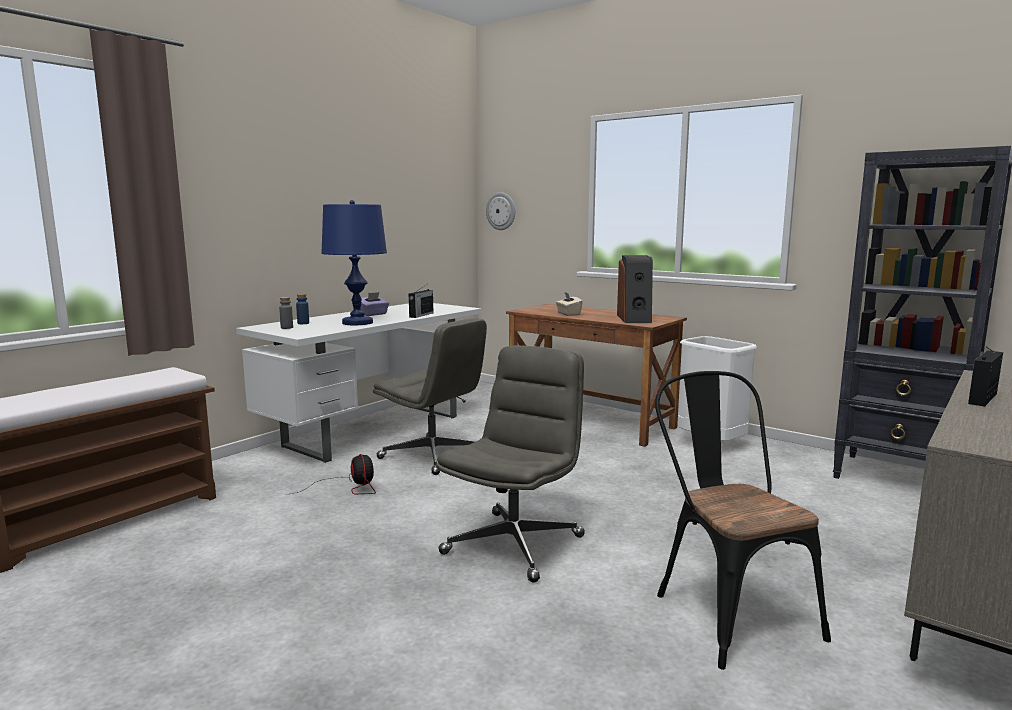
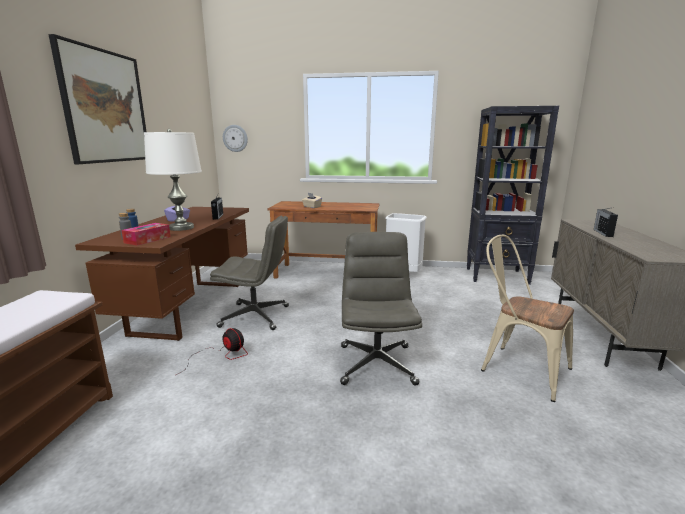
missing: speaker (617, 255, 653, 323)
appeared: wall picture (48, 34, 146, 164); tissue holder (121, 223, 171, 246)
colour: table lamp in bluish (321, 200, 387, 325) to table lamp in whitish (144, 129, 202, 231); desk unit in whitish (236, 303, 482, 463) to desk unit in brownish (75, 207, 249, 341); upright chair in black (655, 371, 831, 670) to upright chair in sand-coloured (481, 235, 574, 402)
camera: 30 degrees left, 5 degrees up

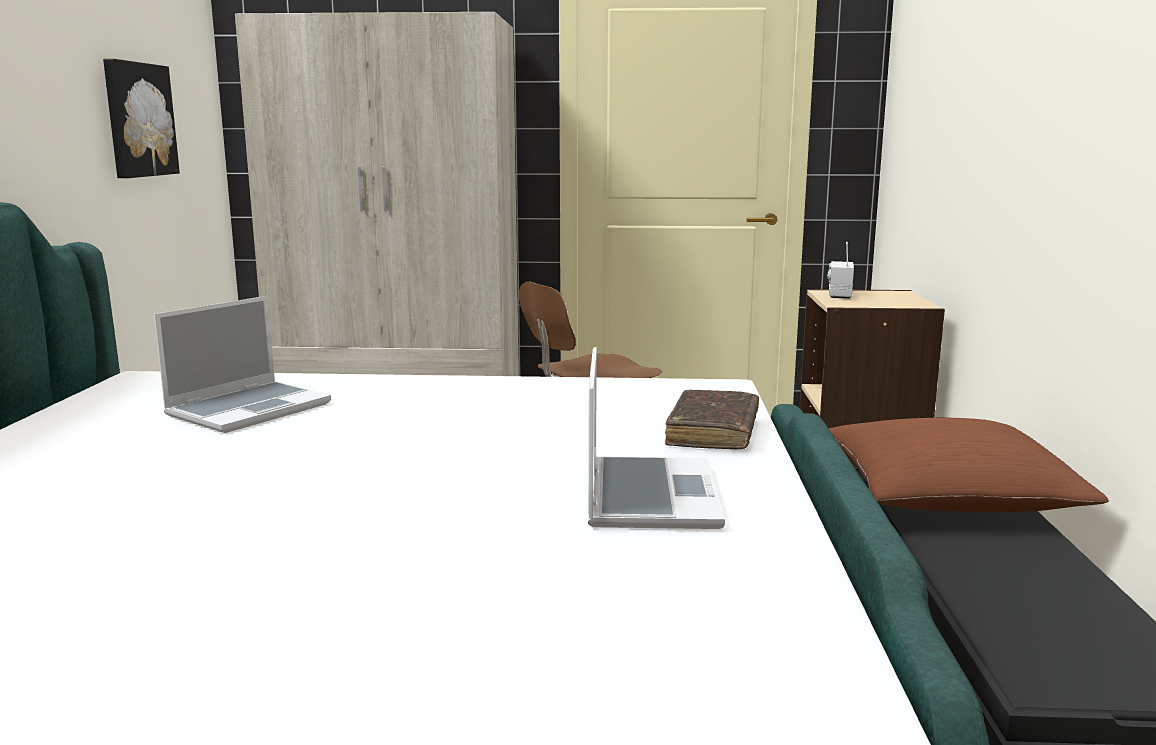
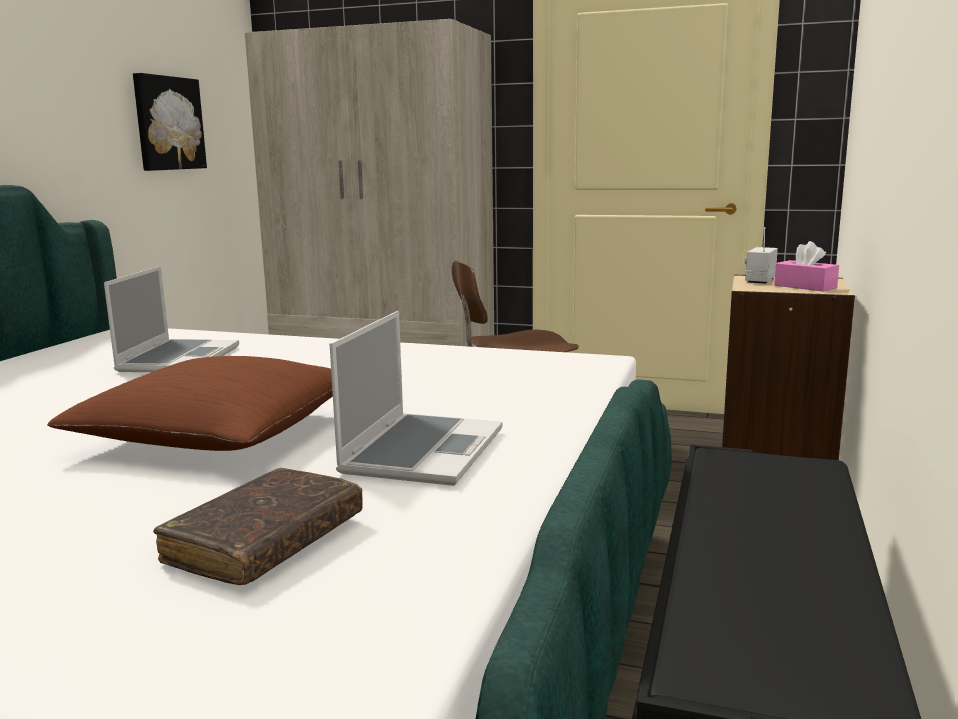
appeared: tissue holder in pinkish (774, 241, 839, 292)
relocated: bound book in brownish (665, 389, 759, 450) to (153, 468, 363, 585); throw pillow in brownish (829, 418, 1109, 512) to (47, 356, 333, 451)
spun: notebook computer (154, 296, 331, 433) = (104, 266, 239, 372) 45 degrees counterclockwise
camera: 15 degrees right, 0 degrees up

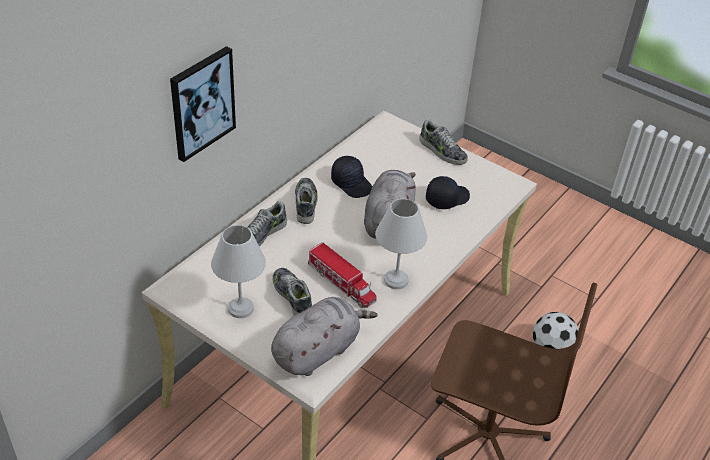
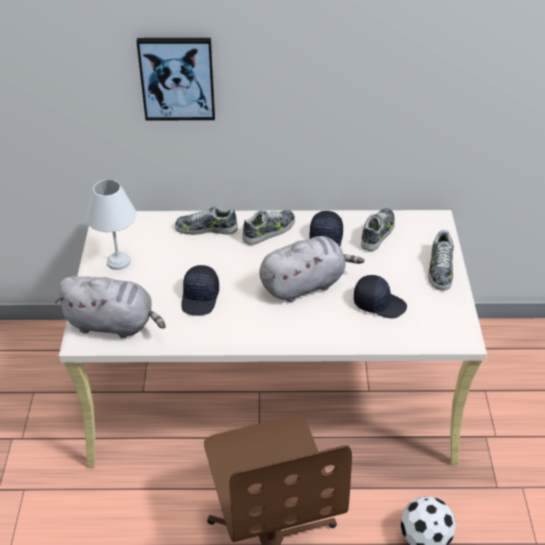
missing: table lamp in whitish (375, 198, 427, 289)
relocated: low shoe (273, 268, 312, 316) to (361, 208, 395, 251)
exchanged: toy truck (308, 242, 377, 308) to baseball cap in black (181, 265, 219, 316)
camera: 55 degrees right, 0 degrees up

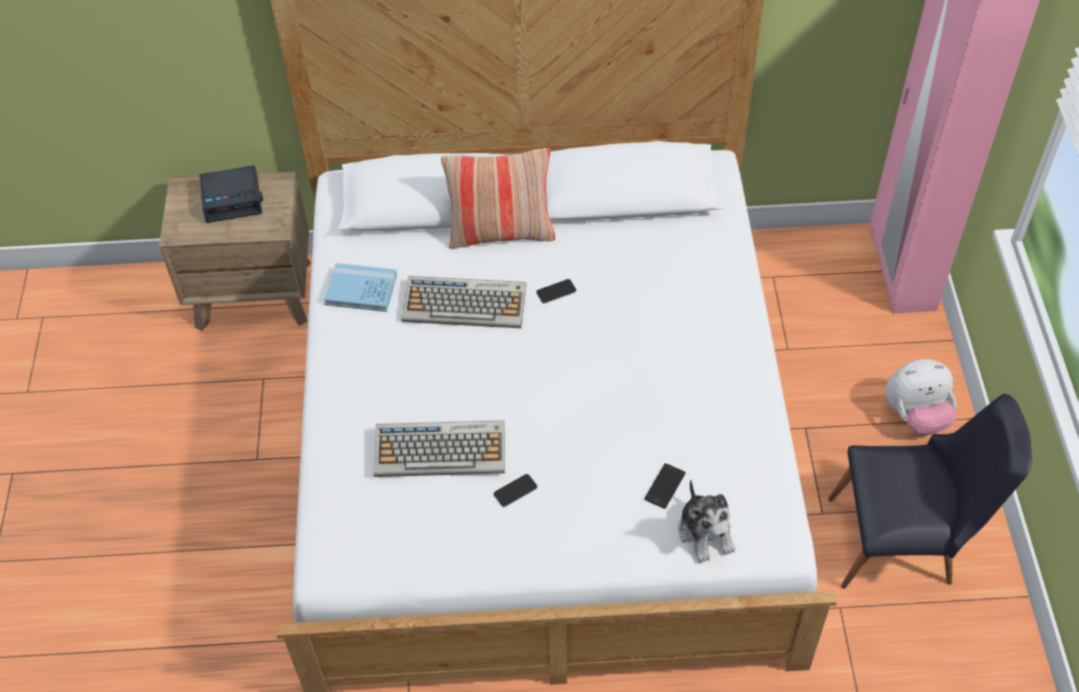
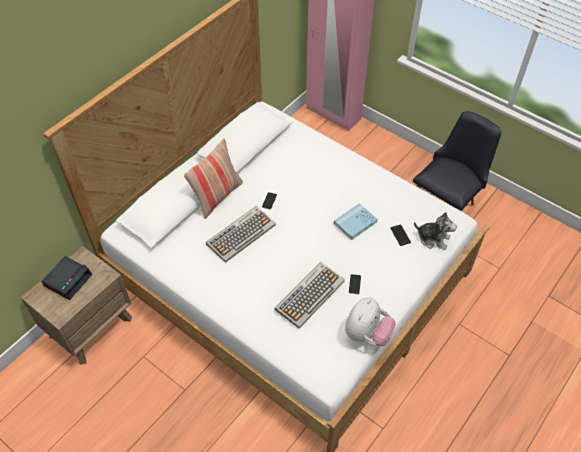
relocated: bound book in bluish (324, 263, 397, 312) to (334, 203, 378, 240); plush toy (886, 359, 956, 435) to (345, 298, 396, 346)
camera: 50 degrees left, 0 degrees up

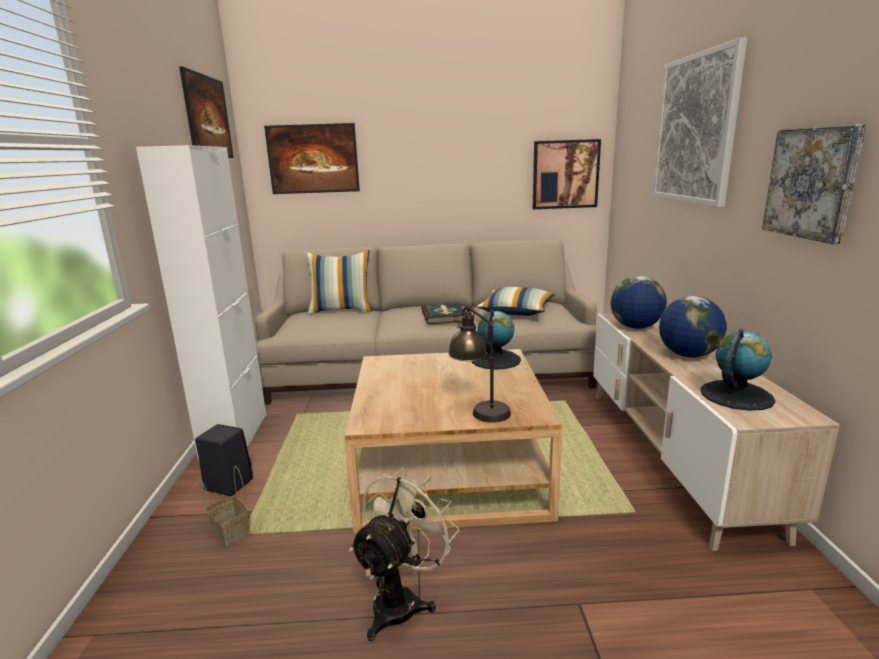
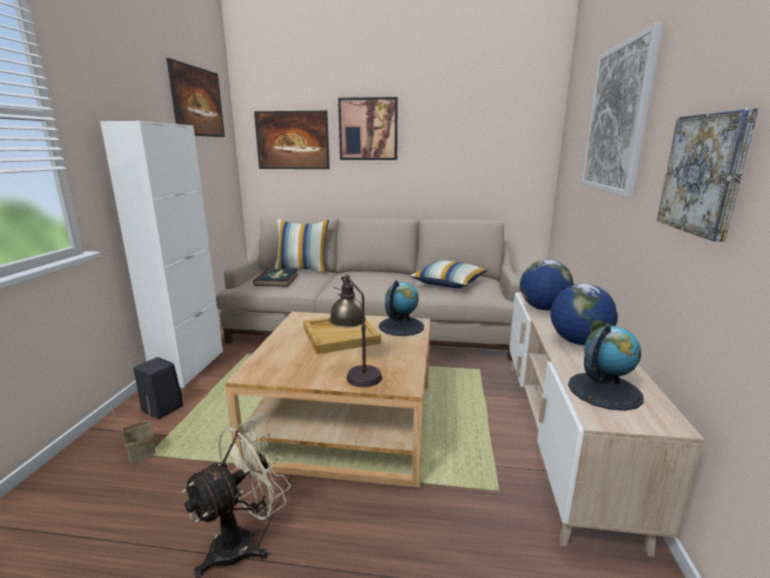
appeared: serving tray in sand-coloured (303, 317, 381, 354)
relocated: wall picture (533, 139, 601, 209) to (338, 97, 398, 160); bound book (421, 303, 465, 325) to (253, 269, 298, 286)
camera: 10 degrees right, 0 degrees up

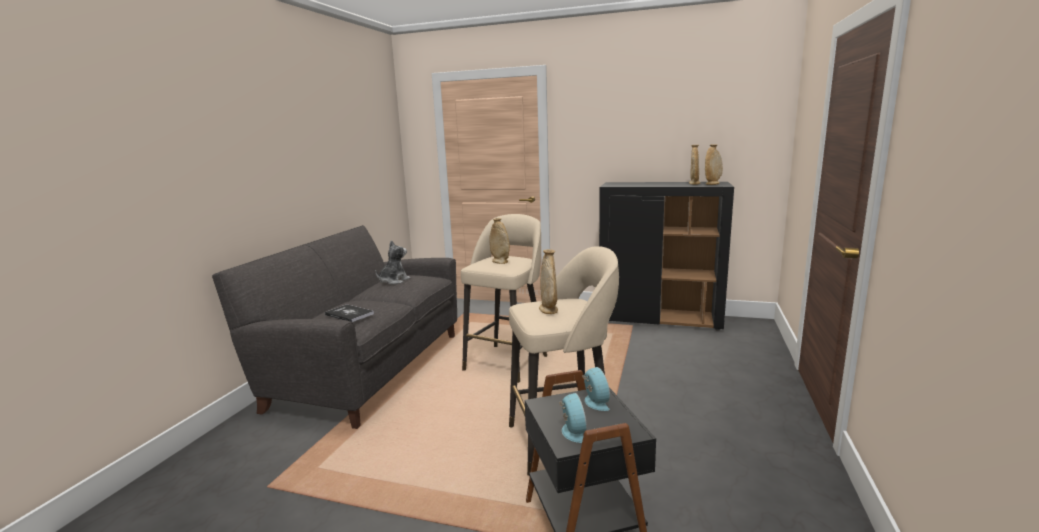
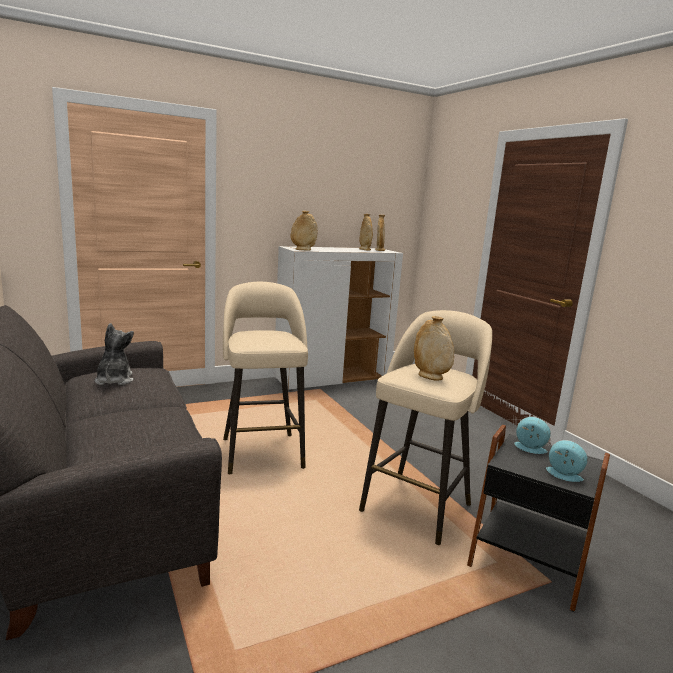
missing: bound book (325, 304, 374, 322)
relocated: decorative vase in sand-coloured (489, 218, 510, 264) to (291, 211, 318, 251)
colour: storage cabinet in black (599, 182, 734, 331) to storage cabinet in whitish (274, 246, 403, 391)
camera: 45 degrees left, 0 degrees up

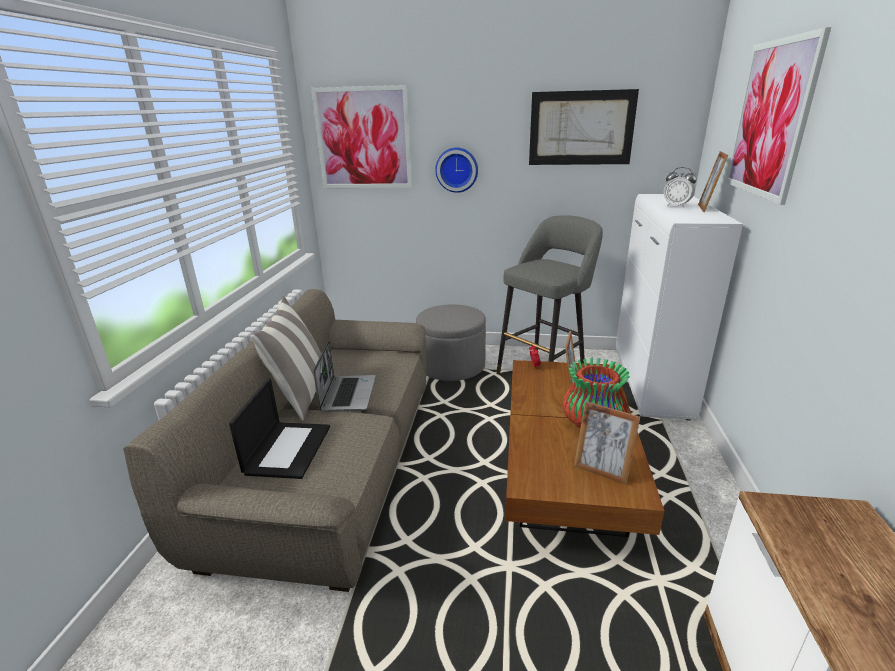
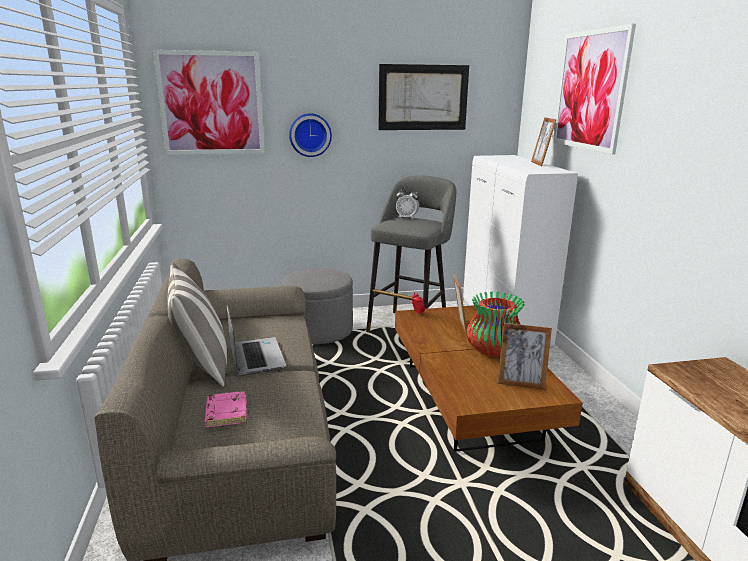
relocated: bedside clock (664, 167, 697, 208) to (396, 187, 419, 219)
exchanged: notebook computer (229, 378, 330, 479) to bound book in pinkish (205, 391, 247, 427)
camera: 20 degrees left, 5 degrees down

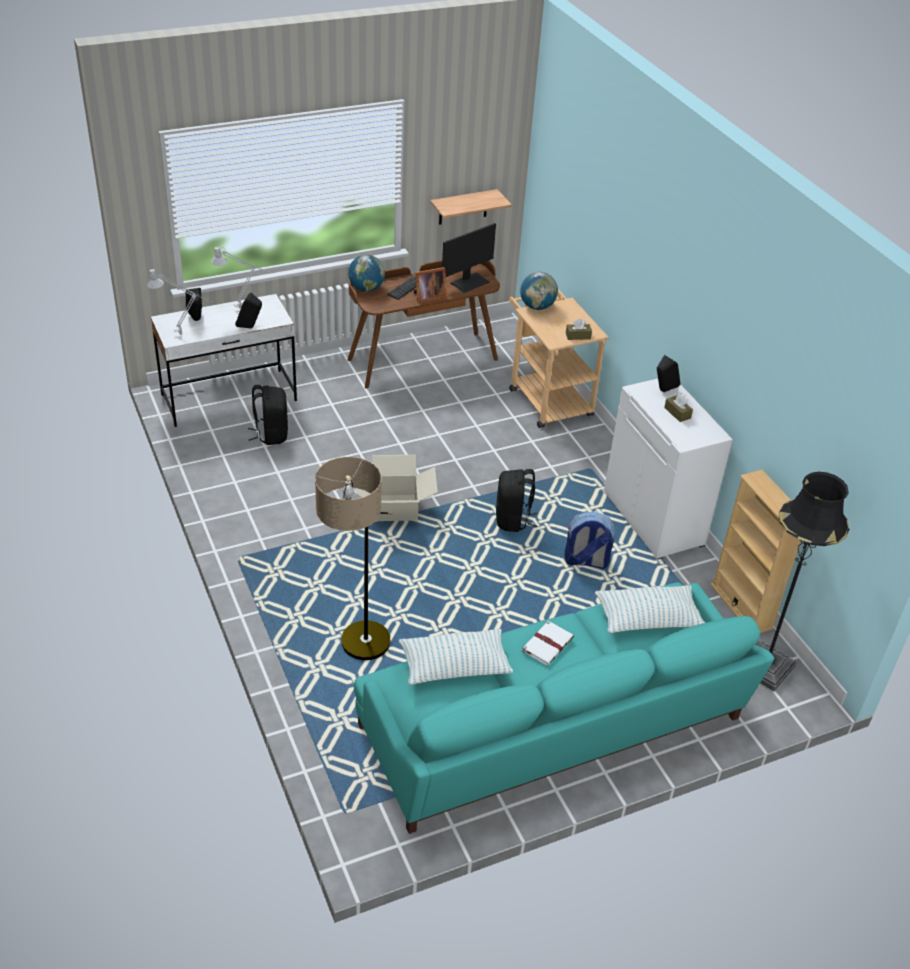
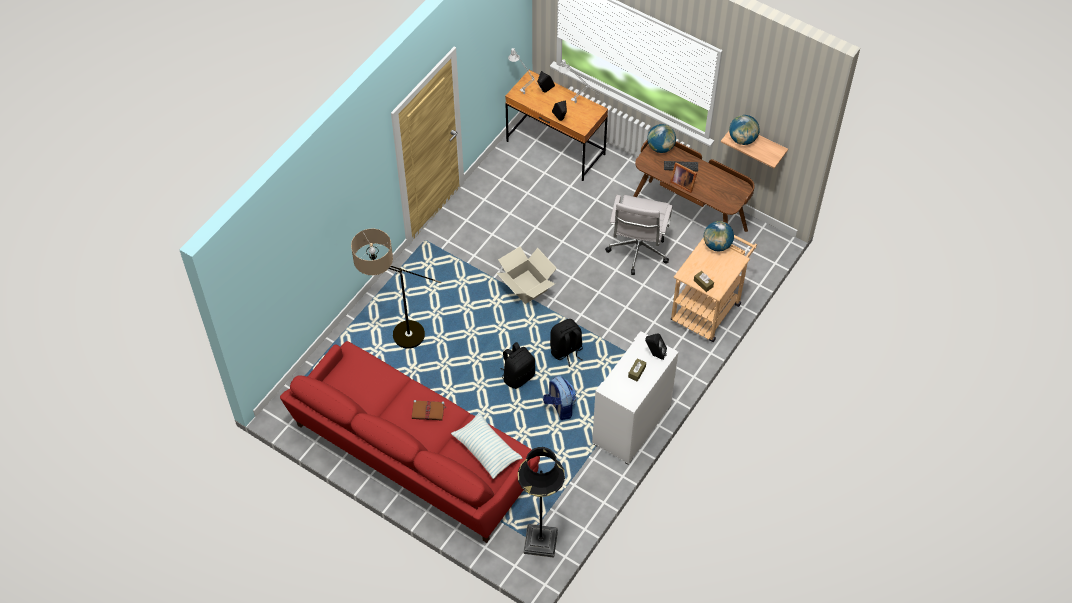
missing: computer screen (442, 223, 496, 293); bookshelf in sand-coloured (711, 470, 801, 633); throw pillow (398, 629, 513, 685)
appeared: world globe (729, 115, 759, 145); office chair in whitish (605, 195, 673, 275)
relocated: backpack in black (248, 385, 288, 445) to (501, 342, 535, 389)
colour: desk unit in whitish (151, 294, 297, 427) to desk unit in brownish (505, 70, 608, 181); settee in turquoise-coloured (354, 582, 774, 834) to settee in red (280, 341, 540, 543); bound book in whitish (522, 620, 574, 666) to bound book in brownish (412, 400, 447, 421)
camera: 60 degrees right, 15 degrees up

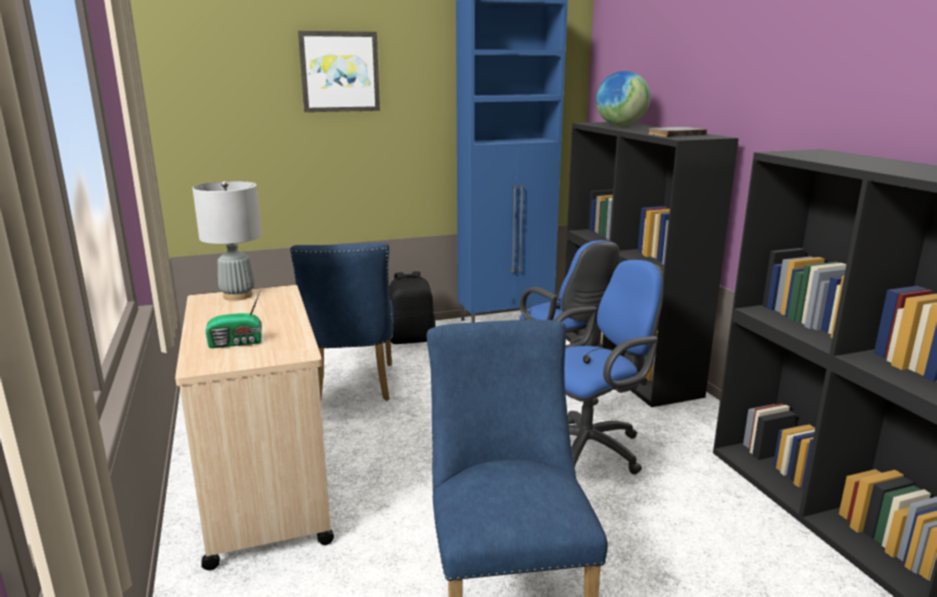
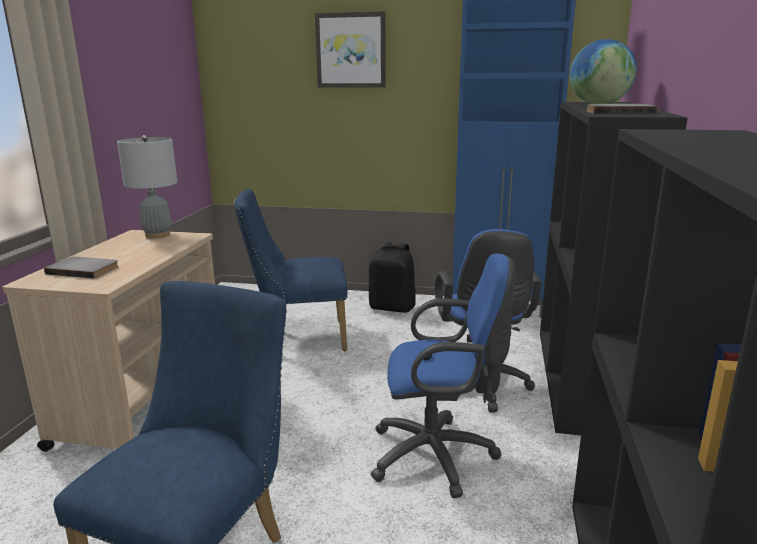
exchanged: radio receiver (205, 290, 262, 348) to bound book in grey (44, 257, 119, 279)
spun: upright chair in bluish (290, 243, 394, 401) = (234, 189, 348, 351) 60 degrees clockwise
camera: 30 degrees right, 0 degrees up

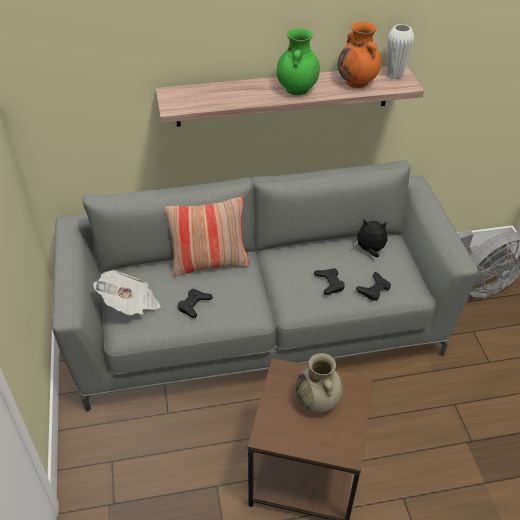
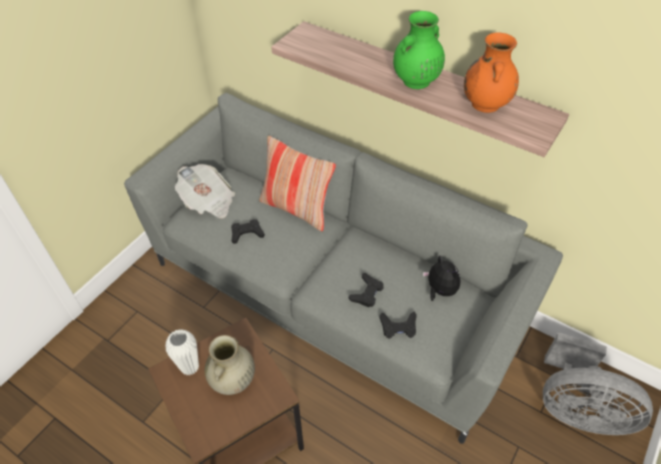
relocated: decorative vase in whitish (387, 24, 414, 80) to (165, 329, 199, 376)
camera: 45 degrees right, 5 degrees up

